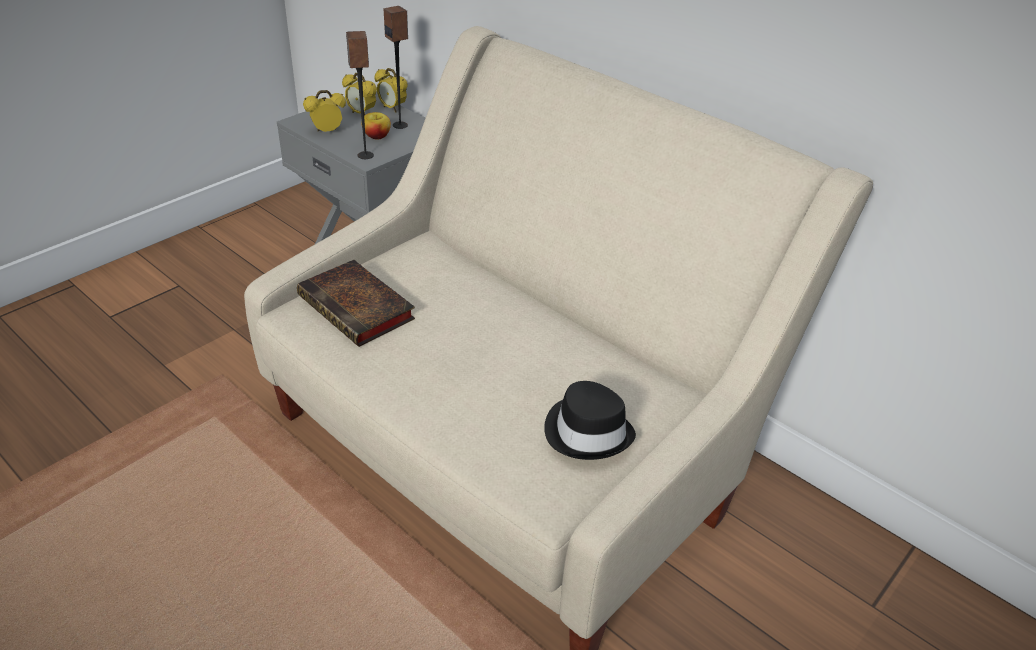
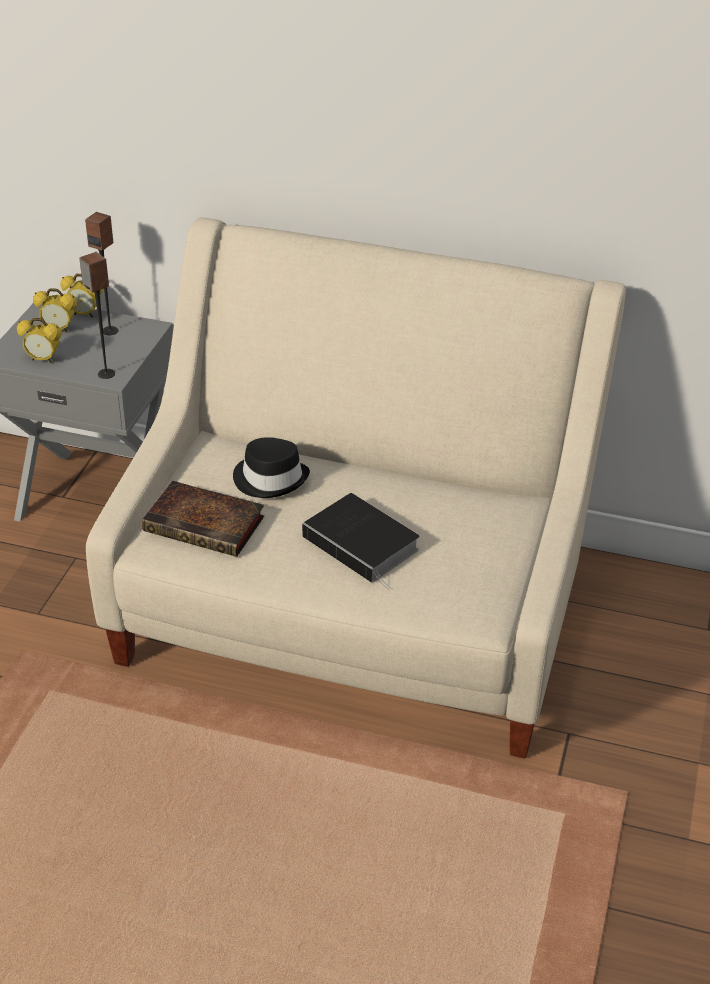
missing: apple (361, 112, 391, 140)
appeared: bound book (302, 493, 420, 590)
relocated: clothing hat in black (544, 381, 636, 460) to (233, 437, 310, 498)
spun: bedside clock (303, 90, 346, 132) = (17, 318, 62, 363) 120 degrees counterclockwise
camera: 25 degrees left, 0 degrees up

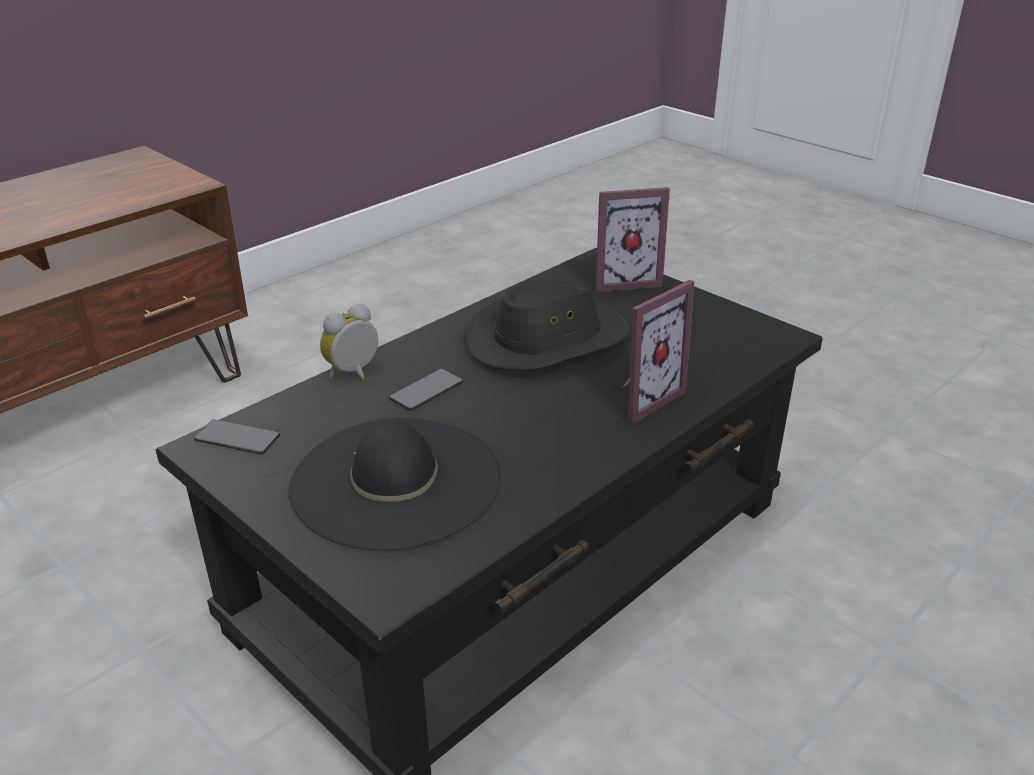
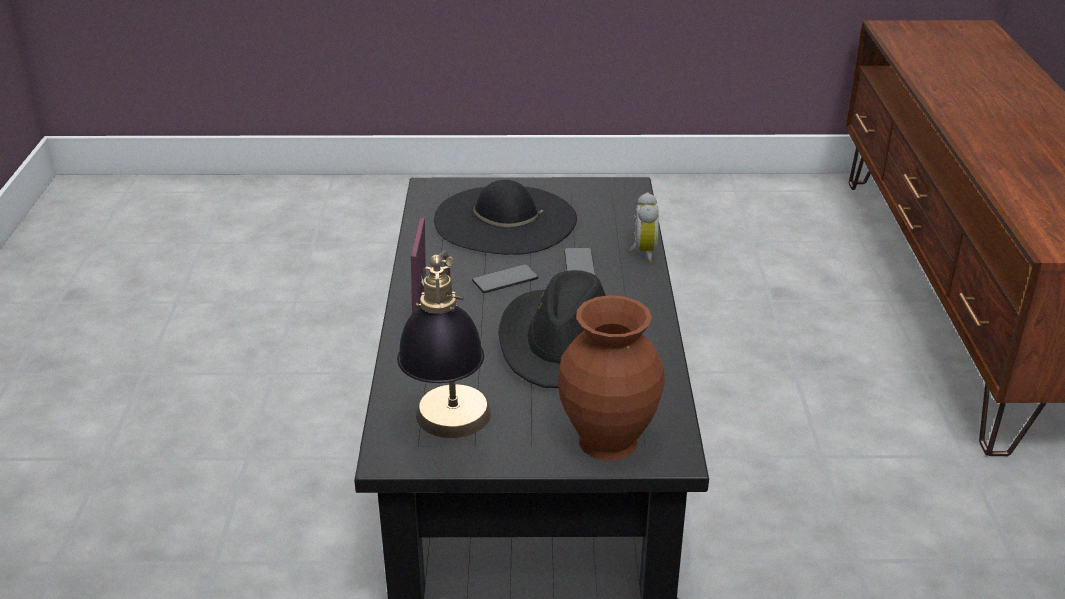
appeared: table lamp (397, 250, 491, 438)
relocated: handset (194, 419, 280, 455) to (472, 264, 538, 293)
exchanged: picture frame (596, 187, 670, 292) to decorative vase in brownish (558, 295, 665, 461)
camera: 135 degrees right, 0 degrees up

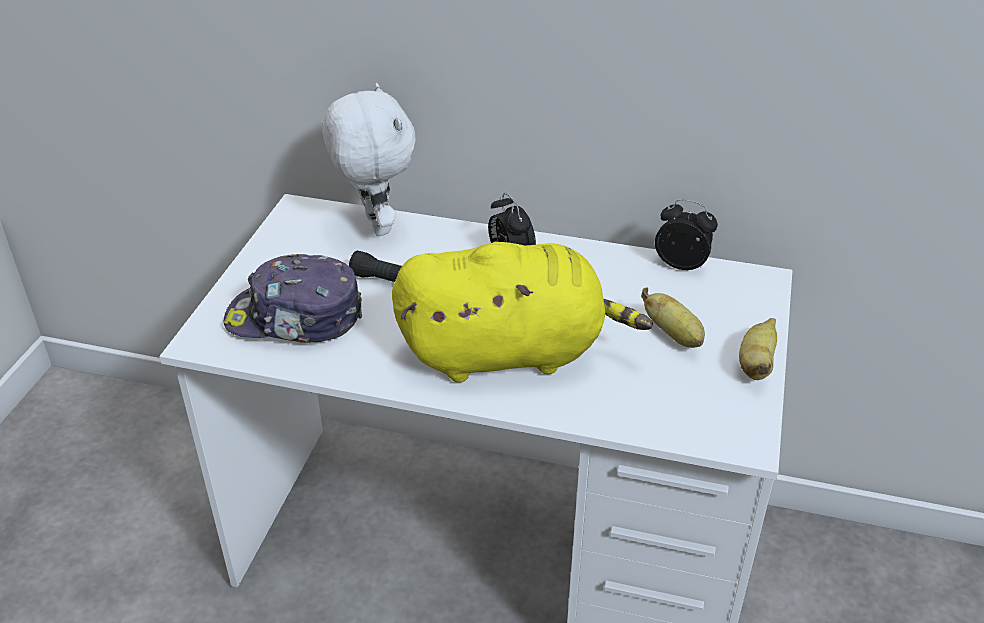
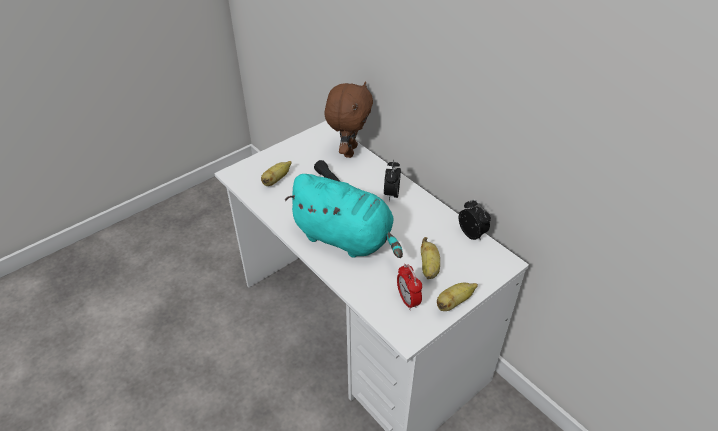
appeared: bedside clock (397, 264, 422, 310)
exchanged: baseball cap (223, 254, 362, 343) to banana (261, 161, 292, 186)
colour: plush toy in whitish (322, 83, 416, 236) to plush toy in brownish (324, 81, 373, 158); plush toy in yellow (392, 242, 653, 382) to plush toy in turquoise-coloured (285, 174, 403, 258)
camera: 35 degrees right, 5 degrees up

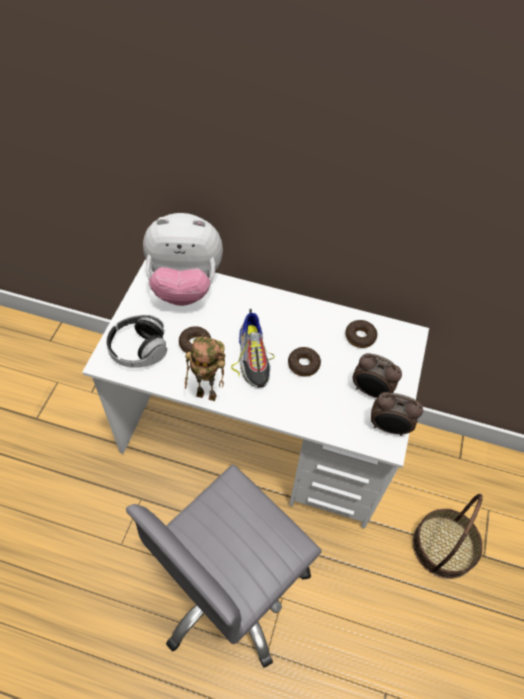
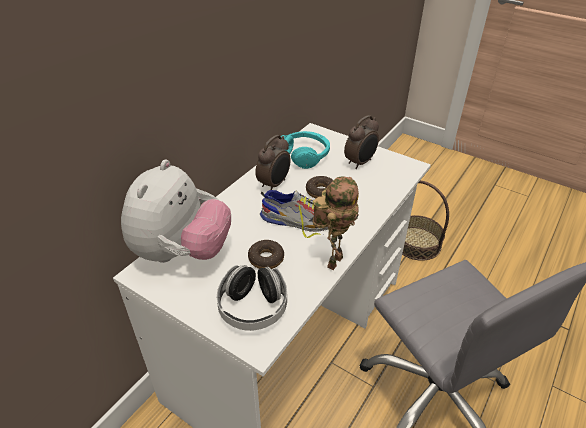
relocated: bedside clock (371, 392, 423, 436) to (255, 135, 291, 190)
exchanged: donut (345, 320, 377, 348) to headphones in turquoise-coloured (280, 131, 330, 169)
camera: 70 degrees left, 15 degrees down

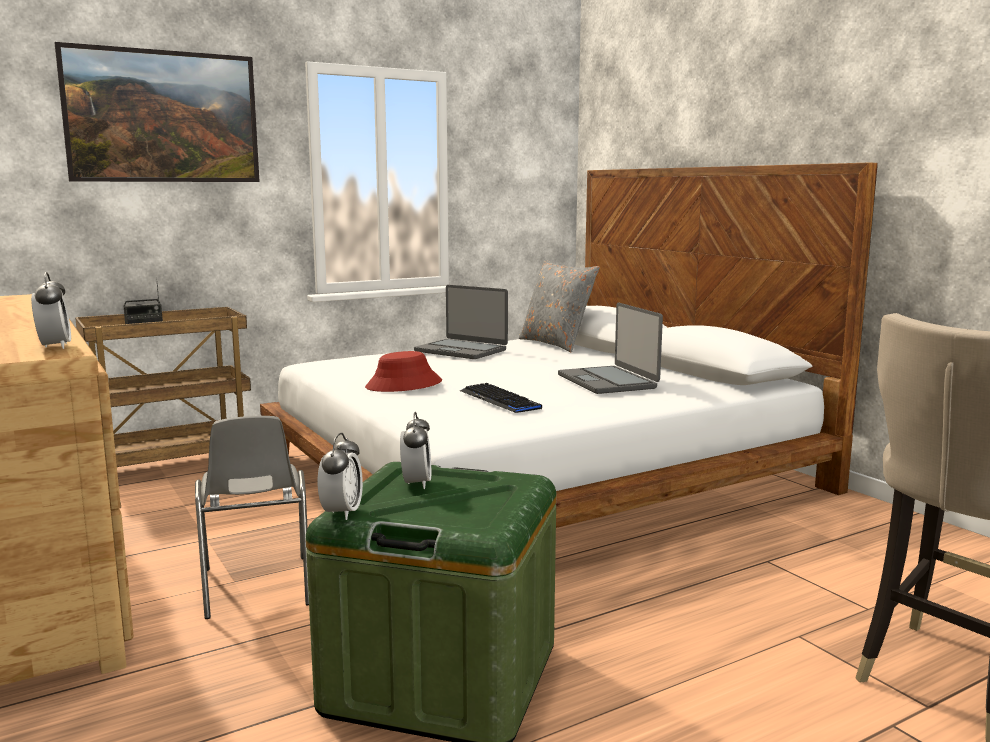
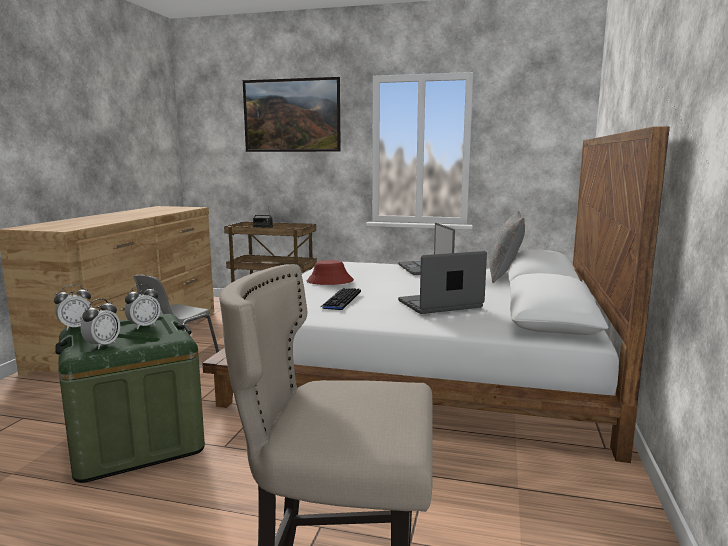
relocated: bedside clock (31, 272, 71, 349) to (81, 299, 120, 349)
spun: notebook computer (558, 303, 663, 394) = (398, 251, 487, 314) 45 degrees clockwise
camera: 45 degrees right, 0 degrees up

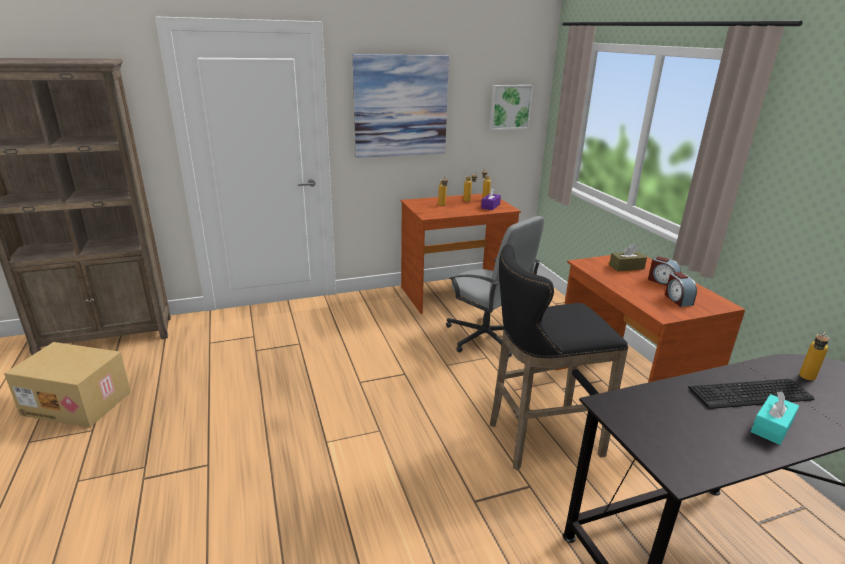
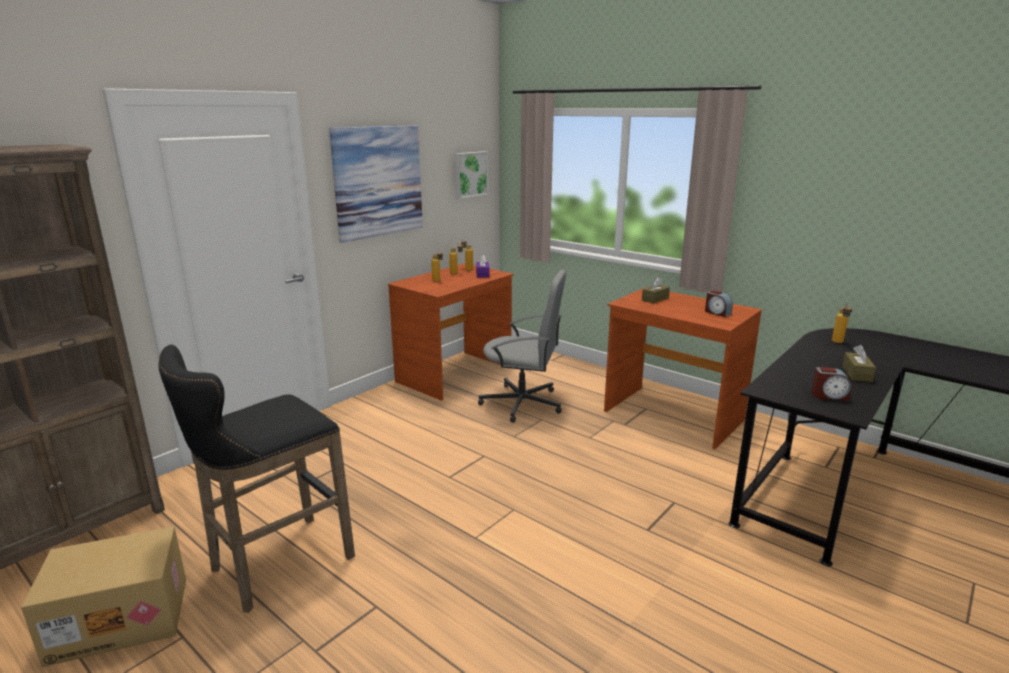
missing: keyboard (688, 379, 815, 409)
relocated: stool in black (490, 244, 628, 470) to (159, 345, 355, 613); bedside clock (648, 256, 681, 286) to (811, 367, 852, 401)
colour: tissue holder in turquoise-coloured (751, 391, 799, 445) to tissue holder in brownish (842, 345, 876, 382)
camera: 30 degrees left, 5 degrees down

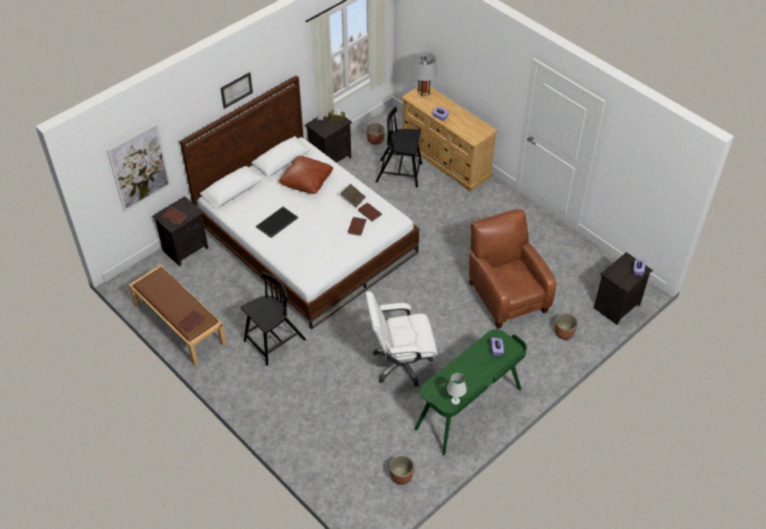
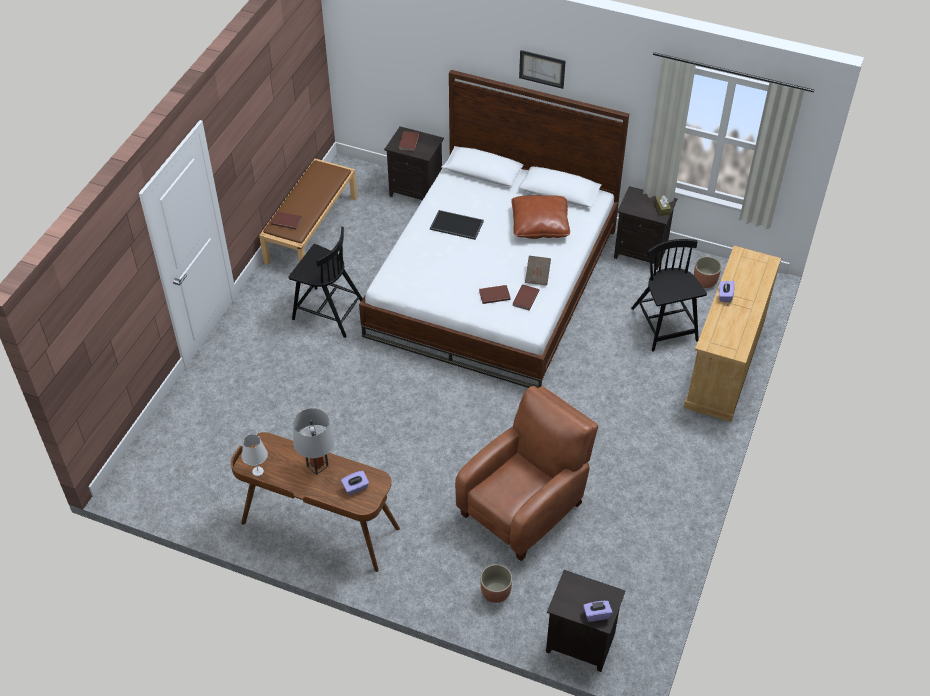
missing: wall picture (107, 123, 171, 212); office chair in whitish (365, 291, 437, 387); plant pot (390, 455, 414, 485)
relocated: table lamp in grey (412, 52, 437, 97) to (293, 408, 335, 475)
colour: desk unit in green (414, 329, 527, 456) to desk unit in brownish (231, 432, 400, 572)
camera: 65 degrees right, 0 degrees up

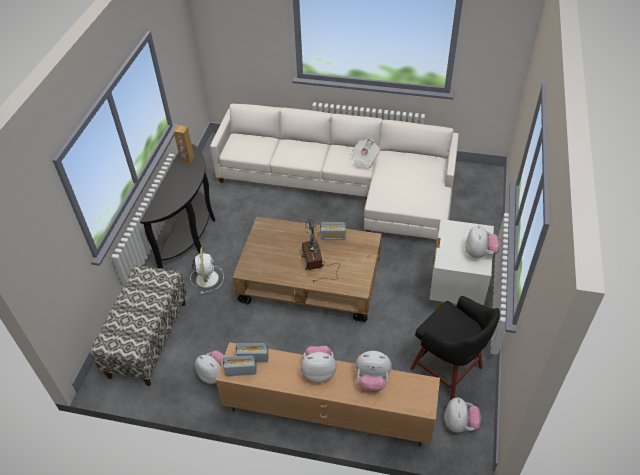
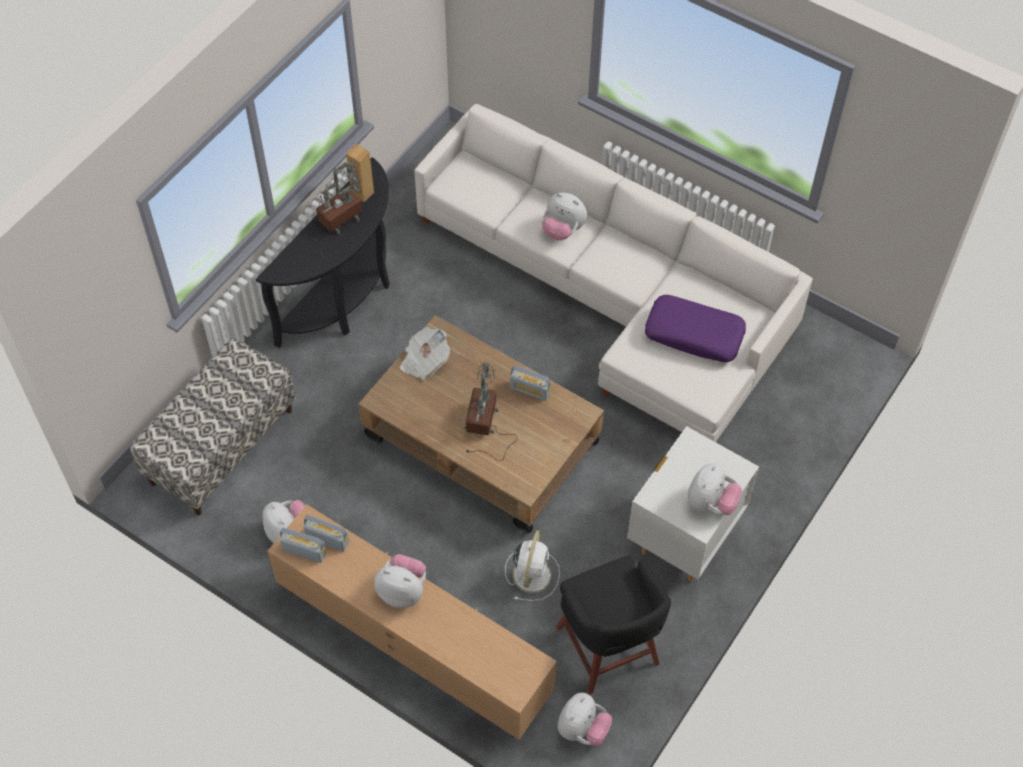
appeared: table lamp (305, 162, 362, 257); throw pillow in purple-coloured (645, 295, 746, 362)
relocated: daily paper (352, 139, 380, 168) to (400, 327, 450, 380); fan in whitish (190, 247, 224, 293) to (505, 530, 560, 601); plush toy (356, 351, 392, 392) to (542, 193, 587, 240)
camera: 20 degrees right, 10 degrees up

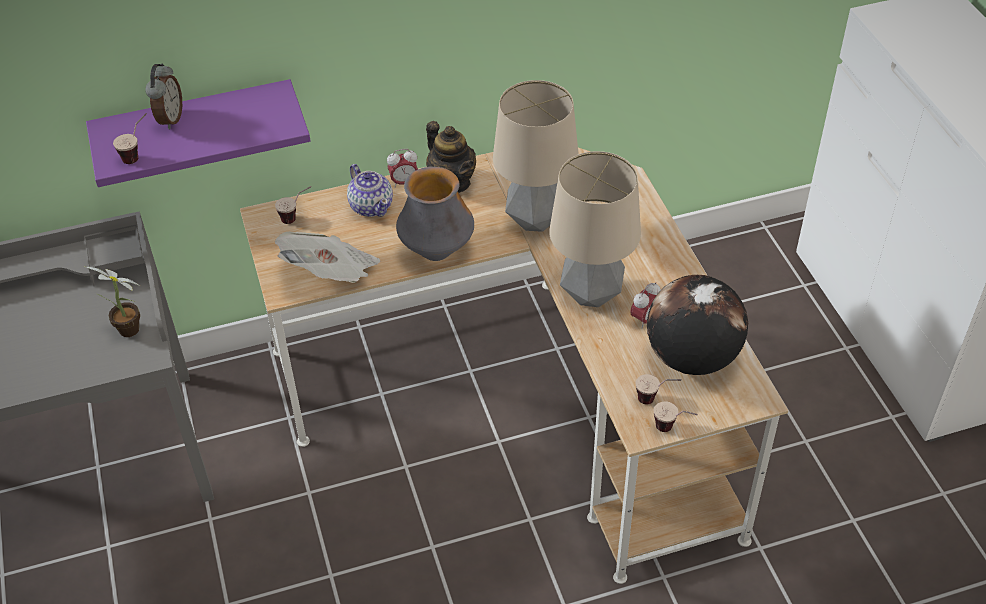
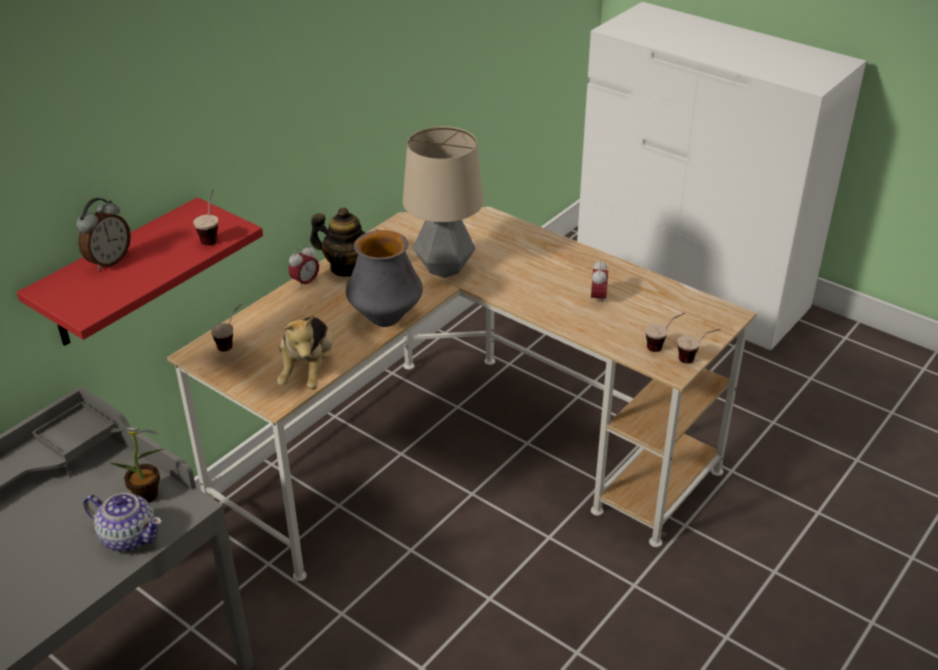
missing: table lamp (549, 151, 641, 307); world globe (647, 275, 748, 375)
relocated: small cup (113, 113, 147, 164) to (193, 190, 218, 245); teapot (347, 164, 393, 217) to (83, 493, 162, 552)
exchanged: daily paper (275, 232, 380, 283) to plush toy (277, 315, 334, 390)
colour: shelf in purple-coloured (86, 79, 310, 187) to shelf in red (17, 197, 263, 346)
spun: bedside clock (145, 64, 182, 129) = (76, 198, 131, 271) 60 degrees clockwise
camera: 35 degrees left, 10 degrees down

